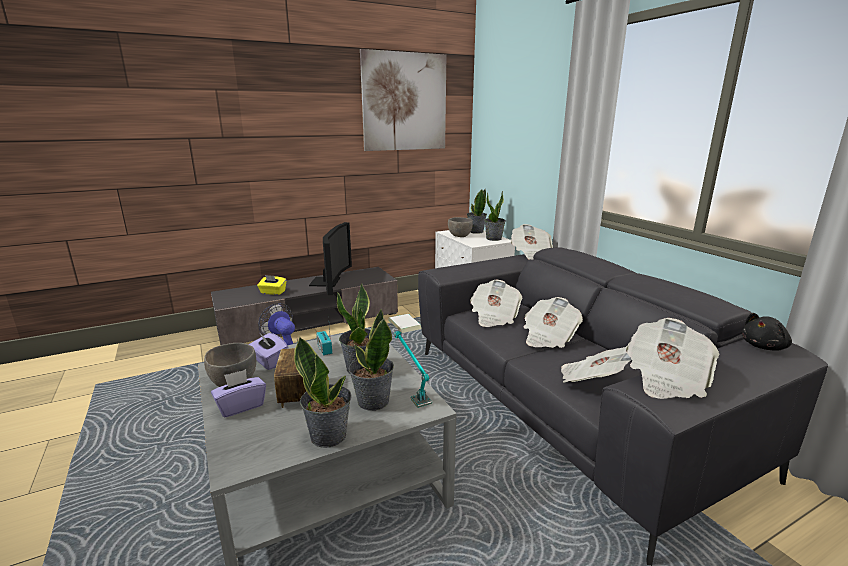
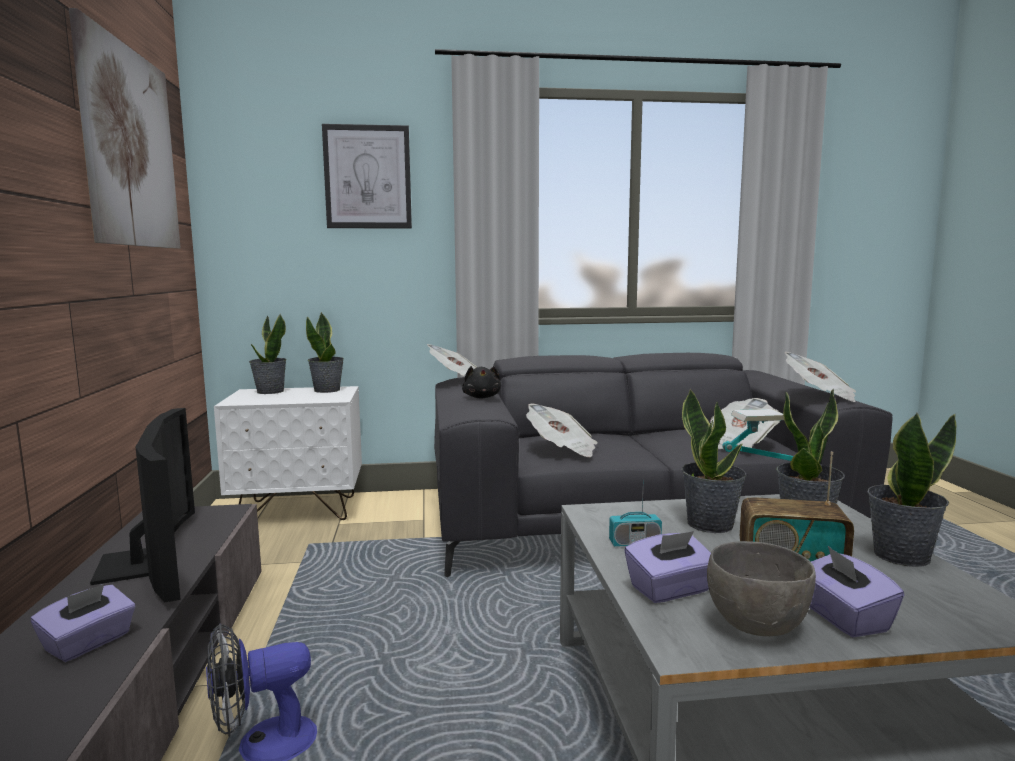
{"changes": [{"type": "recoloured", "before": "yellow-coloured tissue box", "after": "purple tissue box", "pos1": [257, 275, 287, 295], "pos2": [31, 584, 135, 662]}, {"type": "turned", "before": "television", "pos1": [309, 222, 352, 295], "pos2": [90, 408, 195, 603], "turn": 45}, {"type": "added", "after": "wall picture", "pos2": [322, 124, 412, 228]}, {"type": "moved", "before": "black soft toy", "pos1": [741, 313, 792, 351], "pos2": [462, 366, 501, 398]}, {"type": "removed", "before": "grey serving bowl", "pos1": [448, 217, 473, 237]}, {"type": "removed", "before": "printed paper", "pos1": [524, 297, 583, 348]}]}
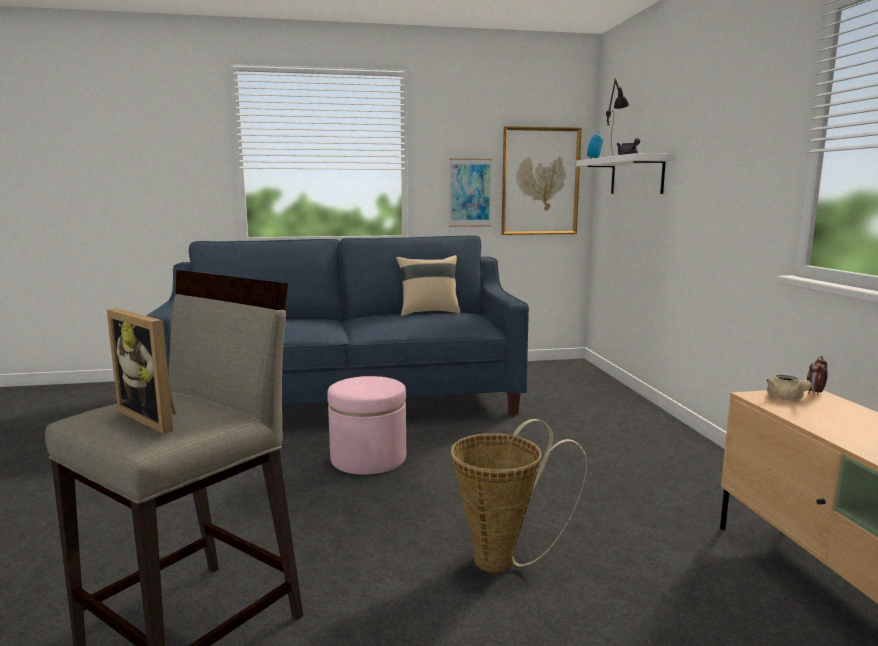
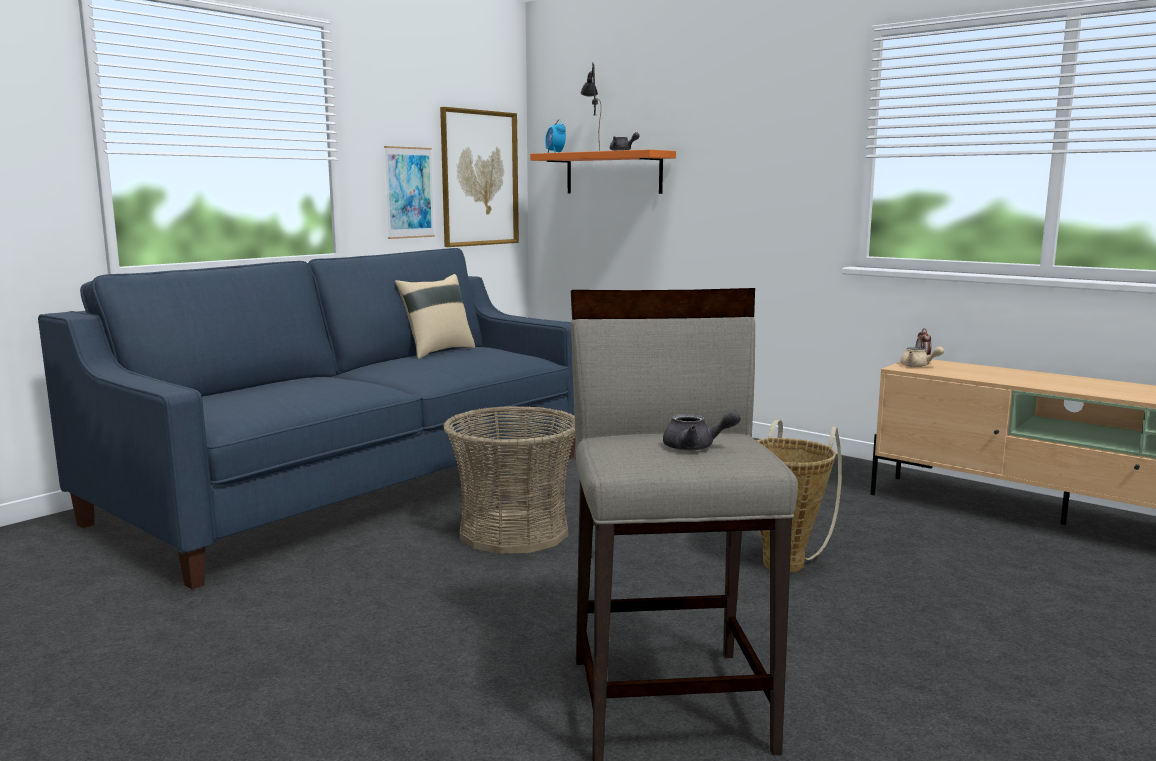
{"changes": [{"type": "replaced", "before": "pinkish pouffe", "after": "basket", "pos1": [327, 376, 406, 475], "pos2": [443, 406, 575, 554]}, {"type": "recoloured", "before": "whitish wall shelf", "after": "orange-coloured wall shelf", "pos1": [576, 153, 674, 194], "pos2": [530, 150, 676, 194]}, {"type": "replaced", "before": "standing frame", "after": "grey teapot", "pos1": [107, 308, 176, 434], "pos2": [663, 410, 741, 451]}]}
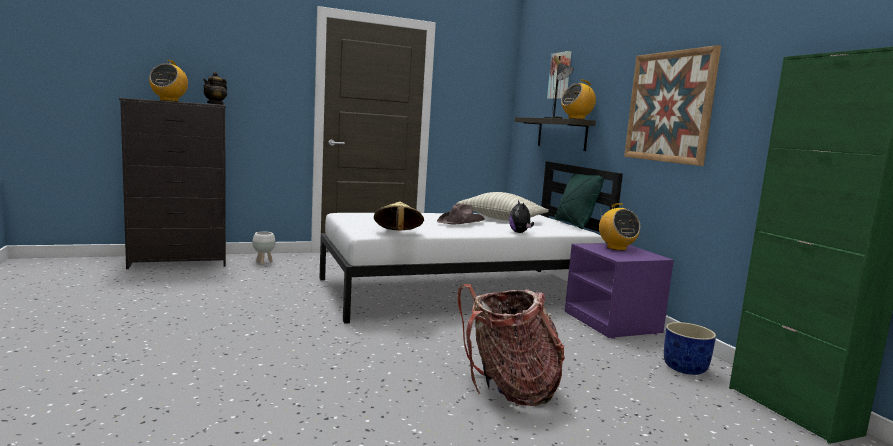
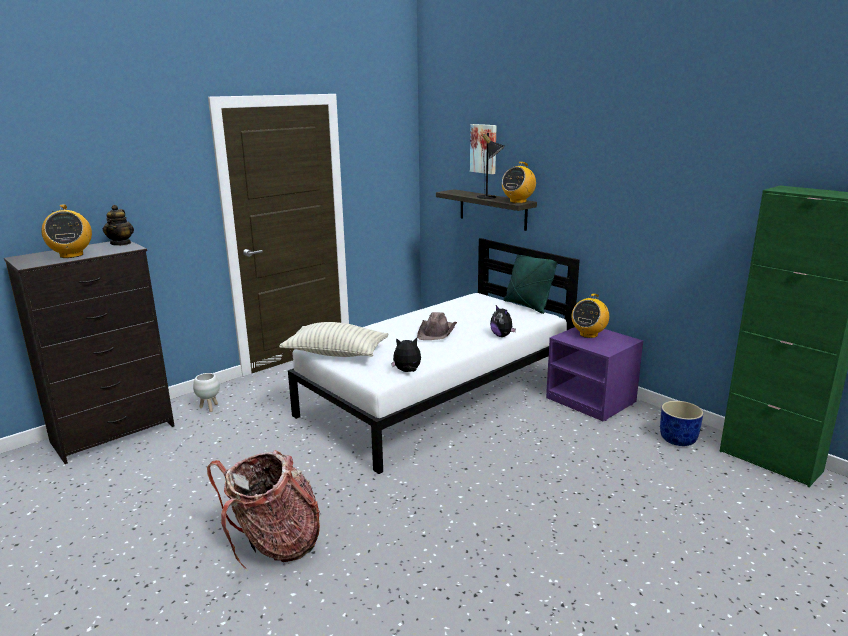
{"changes": [{"type": "moved", "before": "rucksack", "pos1": [457, 284, 565, 406], "pos2": [207, 450, 320, 570]}, {"type": "moved", "before": "pillow", "pos1": [456, 192, 549, 221], "pos2": [279, 322, 389, 357]}, {"type": "replaced", "before": "sand-coloured hat", "after": "soft toy", "pos1": [374, 201, 424, 231], "pos2": [391, 338, 421, 372]}, {"type": "turned", "before": "radio", "pos1": [599, 203, 640, 251], "pos2": [572, 293, 609, 338], "turn": 75}, {"type": "removed", "before": "wall picture", "pos1": [624, 45, 721, 166]}]}
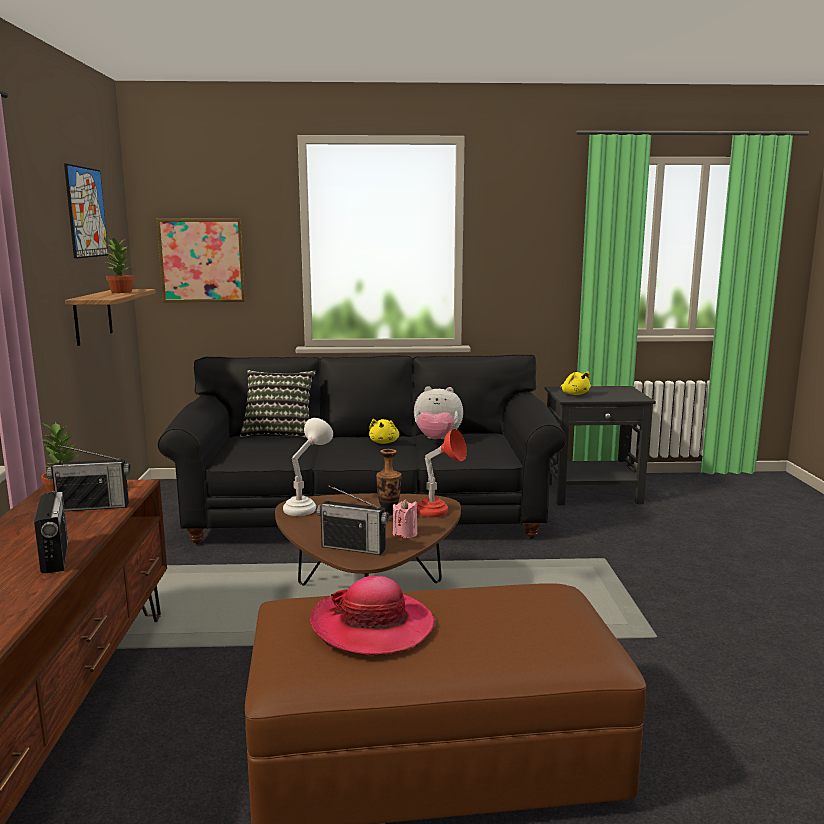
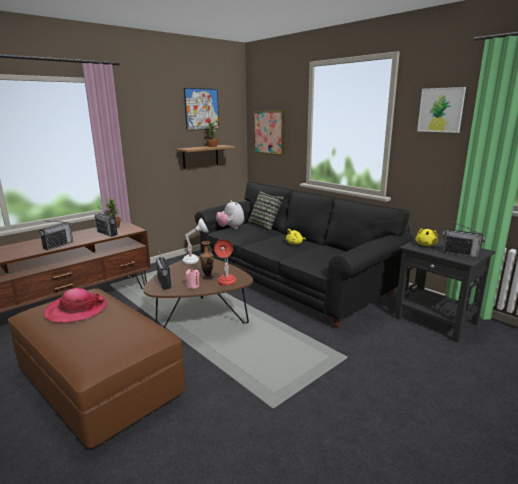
{"changes": [{"type": "moved", "before": "soft toy", "pos1": [414, 386, 463, 439], "pos2": [216, 200, 244, 229]}, {"type": "added", "after": "wall picture", "pos2": [417, 87, 466, 133]}, {"type": "added", "after": "radio", "pos2": [442, 221, 486, 258]}]}
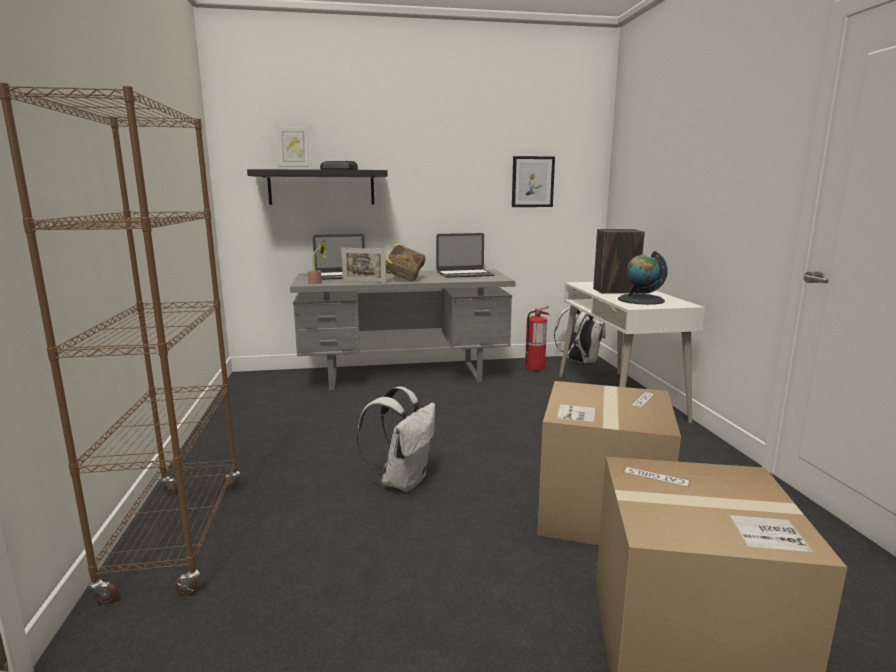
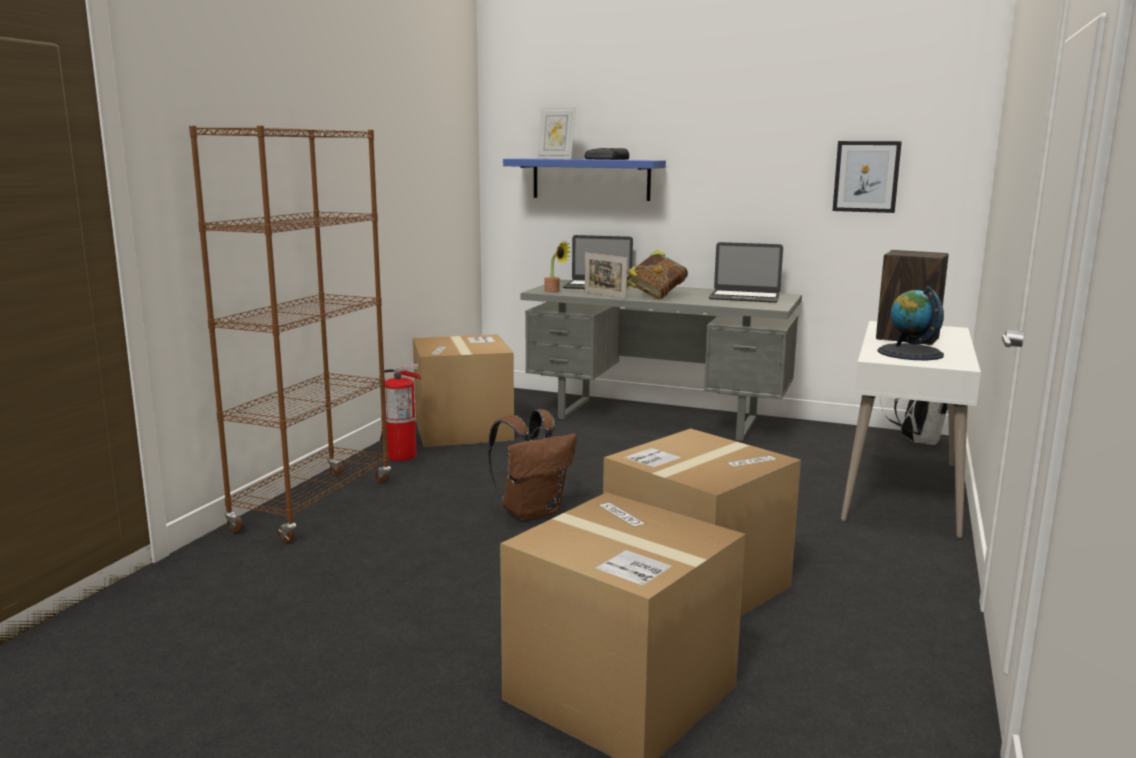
{"changes": [{"type": "moved", "before": "fire-fighting cylinder", "pos1": [525, 305, 549, 371], "pos2": [379, 363, 421, 461]}, {"type": "added", "after": "carton", "pos2": [413, 334, 514, 447]}, {"type": "recoloured", "before": "whitish rucksack", "after": "brown rucksack", "pos1": [357, 387, 435, 492], "pos2": [488, 409, 577, 521]}, {"type": "recoloured", "before": "black wall shelf", "after": "bluish wall shelf", "pos1": [247, 169, 388, 205], "pos2": [503, 159, 666, 201]}]}
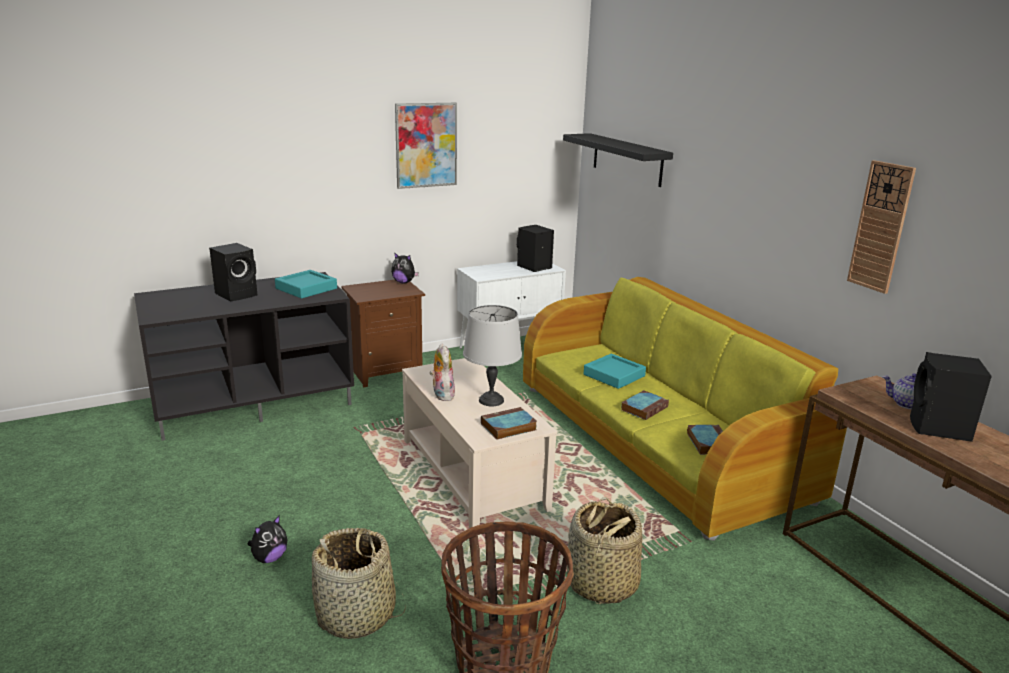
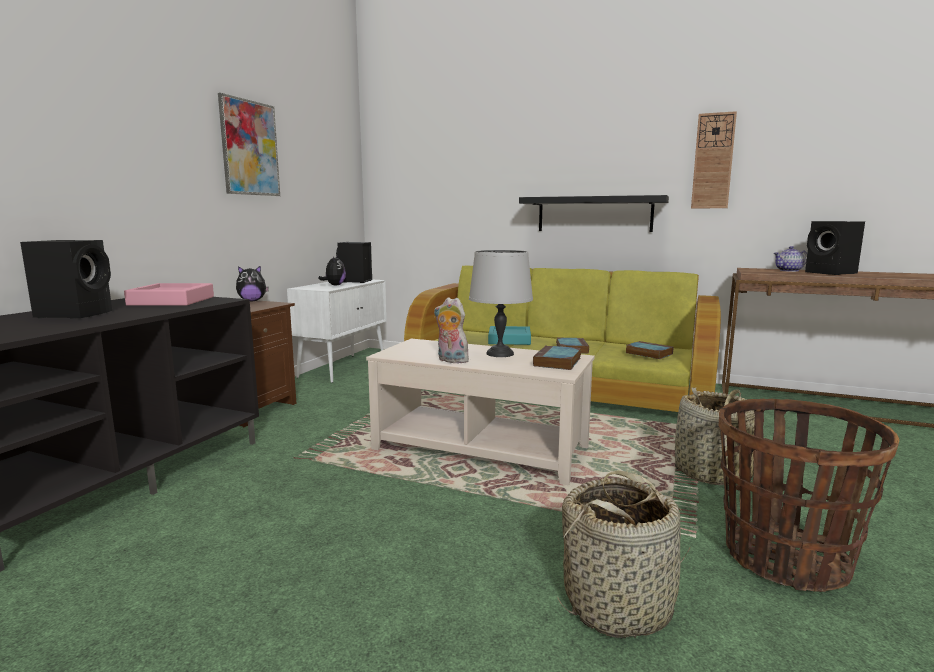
{"changes": [{"type": "recoloured", "before": "blue-green carrying tray", "after": "pinkish carrying tray", "pos1": [275, 270, 337, 298], "pos2": [124, 283, 214, 306]}, {"type": "moved", "before": "soft toy", "pos1": [247, 516, 288, 563], "pos2": [318, 255, 346, 286]}, {"type": "moved", "before": "black wall shelf", "pos1": [563, 133, 673, 187], "pos2": [519, 195, 669, 232]}]}
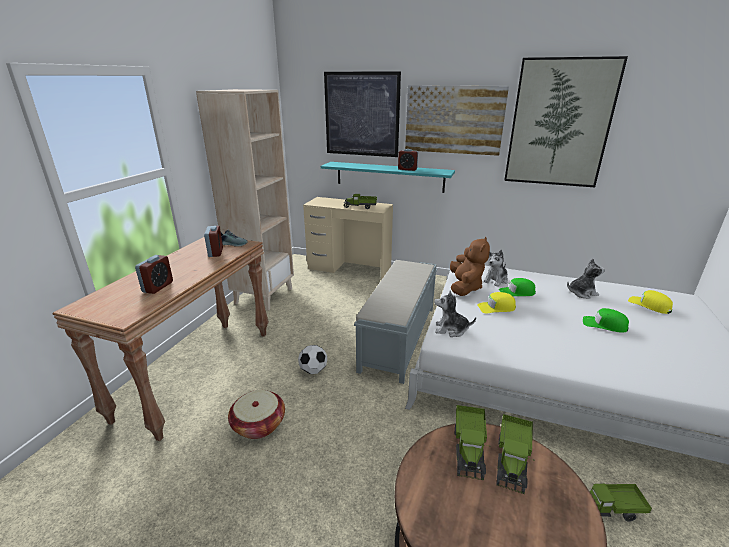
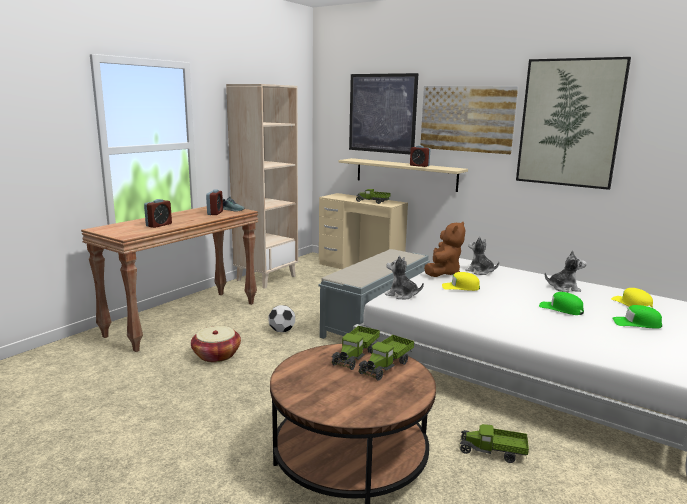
{"changes": [{"type": "recoloured", "before": "blue-green wall shelf", "after": "sand-coloured wall shelf", "pos1": [321, 162, 455, 193], "pos2": [339, 158, 468, 192]}, {"type": "turned", "before": "soft toy", "pos1": [483, 250, 508, 287], "pos2": [465, 237, 499, 275], "turn": 75}, {"type": "moved", "before": "green-coloured baseball cap", "pos1": [499, 278, 536, 296], "pos2": [613, 305, 662, 329]}]}
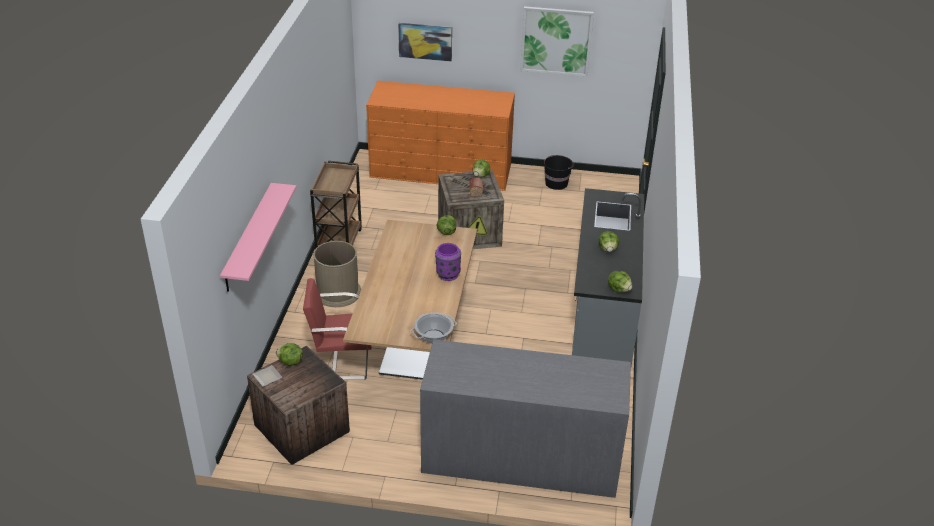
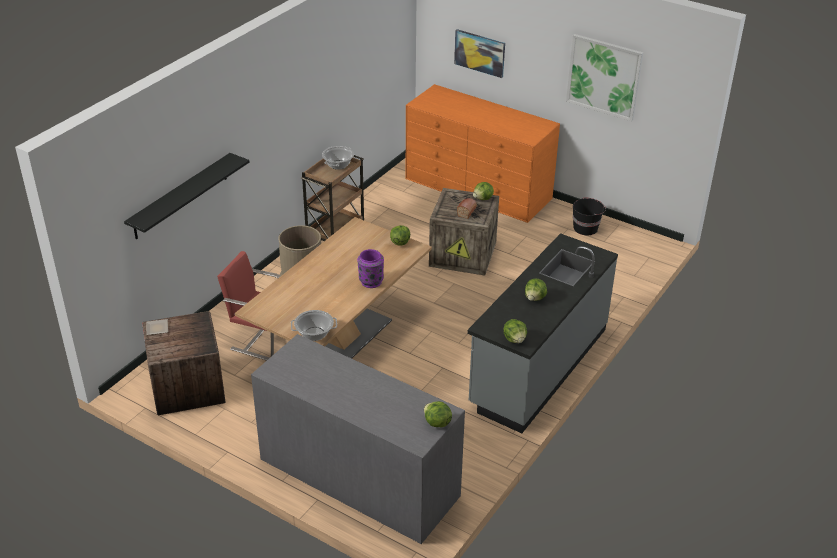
{"changes": [{"type": "recoloured", "before": "pinkish wall shelf", "after": "black wall shelf", "pos1": [220, 183, 297, 292], "pos2": [124, 153, 249, 239]}, {"type": "added", "after": "stockpot", "pos2": [322, 146, 354, 170]}, {"type": "moved", "before": "lettuce head", "pos1": [276, 343, 303, 366], "pos2": [424, 401, 452, 427]}]}
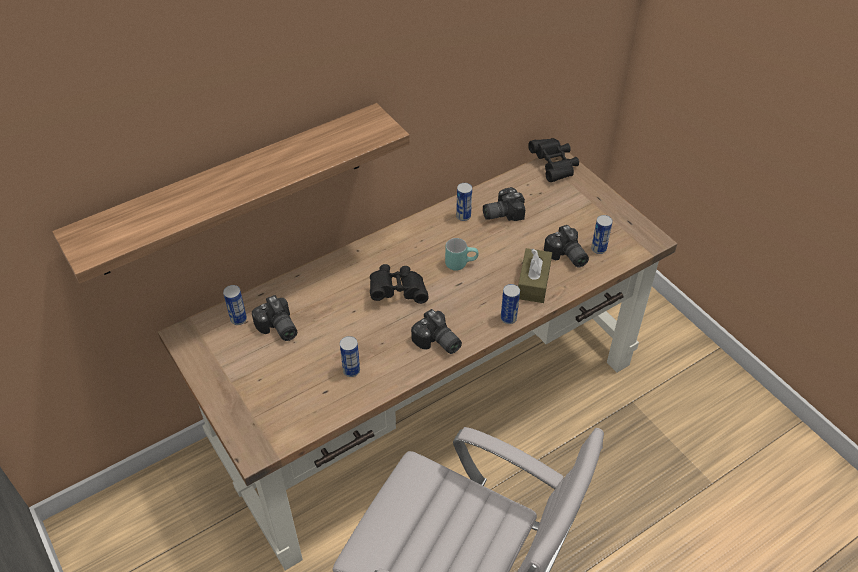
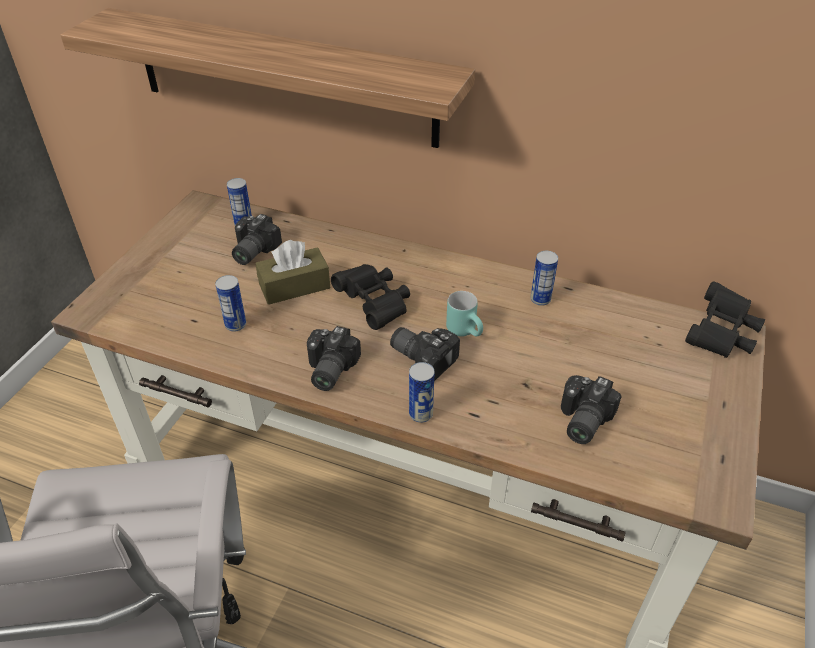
{"changes": [{"type": "moved", "before": "brown tissue box", "pos1": [518, 248, 552, 303], "pos2": [255, 240, 330, 305]}, {"type": "moved", "before": "photo camera", "pos1": [483, 187, 525, 221], "pos2": [390, 327, 460, 381]}, {"type": "removed", "before": "sealed can", "pos1": [591, 215, 613, 254]}]}
